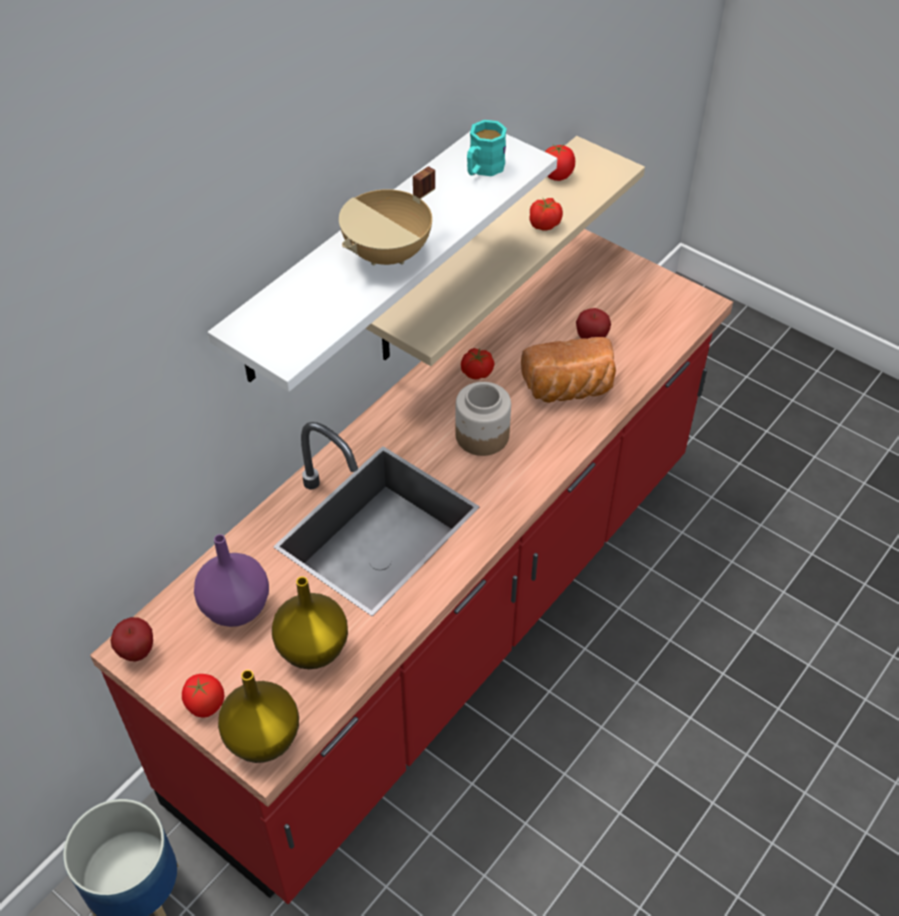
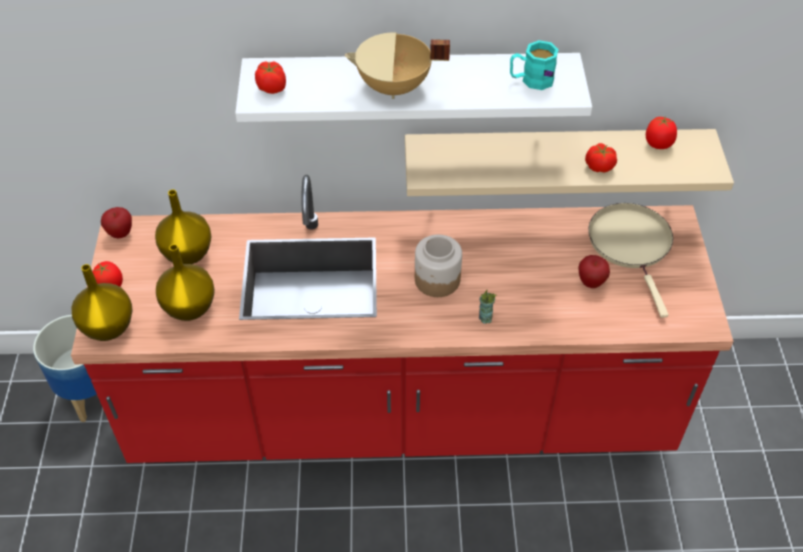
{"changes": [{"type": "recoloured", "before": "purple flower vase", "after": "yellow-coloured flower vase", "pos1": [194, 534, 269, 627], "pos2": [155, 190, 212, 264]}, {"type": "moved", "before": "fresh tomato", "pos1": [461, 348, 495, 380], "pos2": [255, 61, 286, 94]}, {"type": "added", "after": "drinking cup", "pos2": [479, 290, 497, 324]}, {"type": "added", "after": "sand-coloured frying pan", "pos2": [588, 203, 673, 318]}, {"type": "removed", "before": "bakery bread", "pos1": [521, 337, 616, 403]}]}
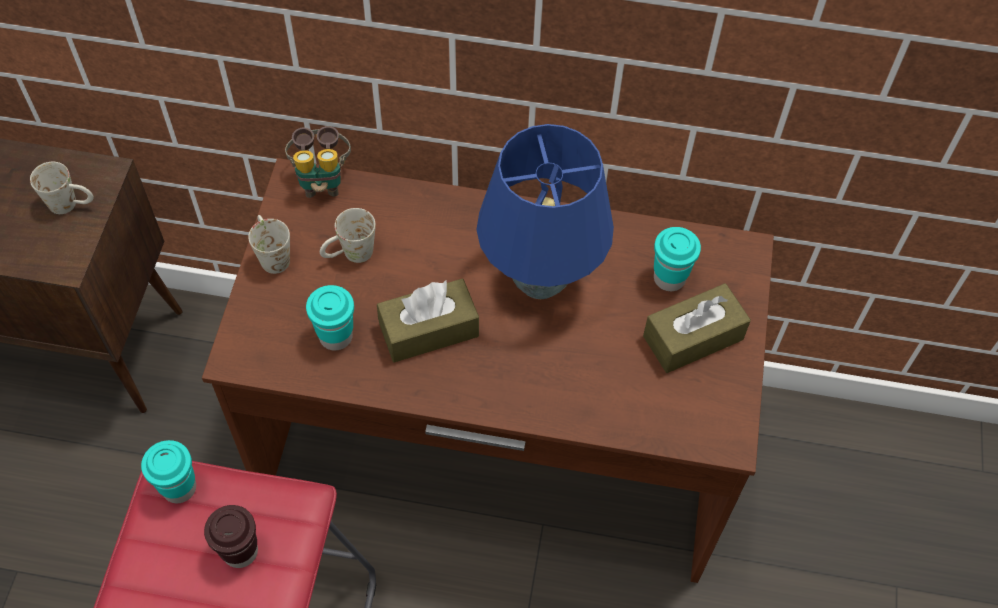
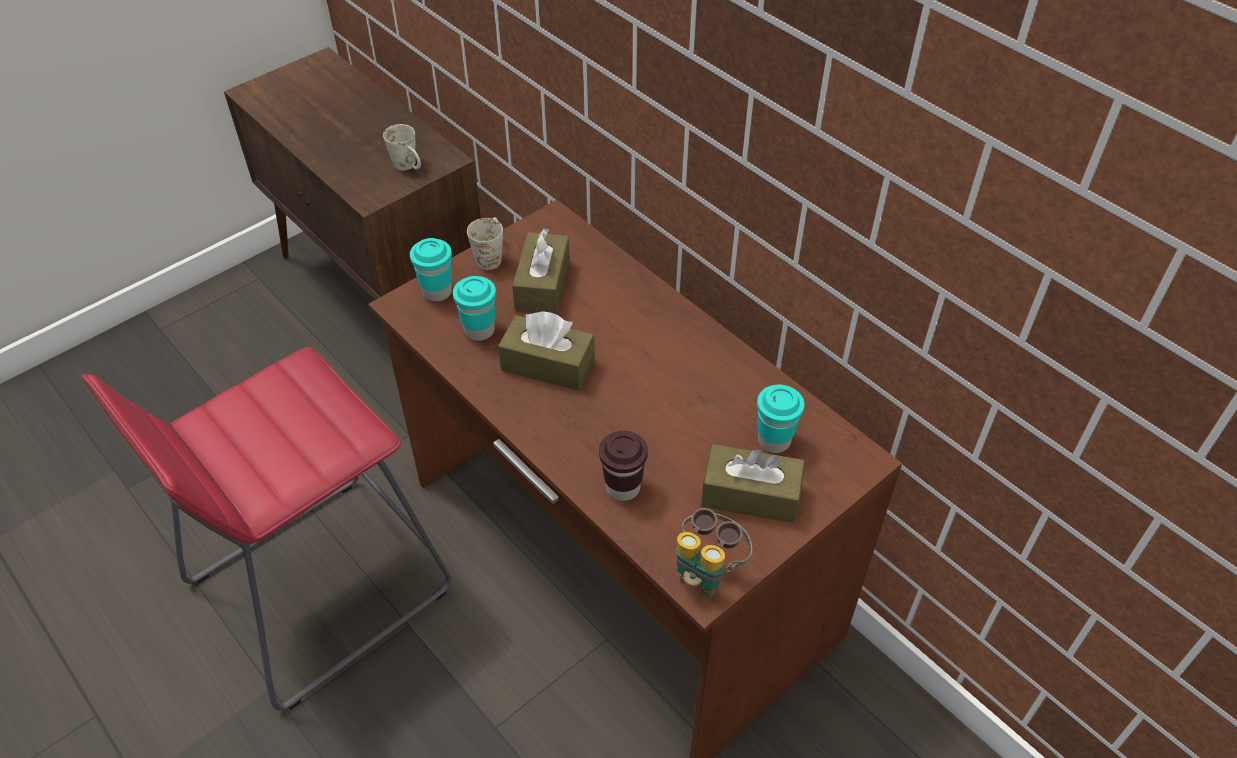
{"changes": [{"type": "moved", "before": "blue-green drinking cup", "pos1": [141, 440, 196, 503], "pos2": [410, 238, 452, 302]}, {"type": "replaced", "before": "whitish mug", "after": "brown tissue box", "pos1": [320, 208, 376, 263], "pos2": [512, 229, 570, 315]}, {"type": "moved", "before": "brown drinking cup", "pos1": [204, 505, 258, 568], "pos2": [599, 431, 648, 501]}, {"type": "moved", "before": "binoculars", "pos1": [285, 126, 351, 198], "pos2": [676, 508, 752, 598]}, {"type": "removed", "before": "bluish table lamp", "pos1": [476, 124, 614, 299]}]}
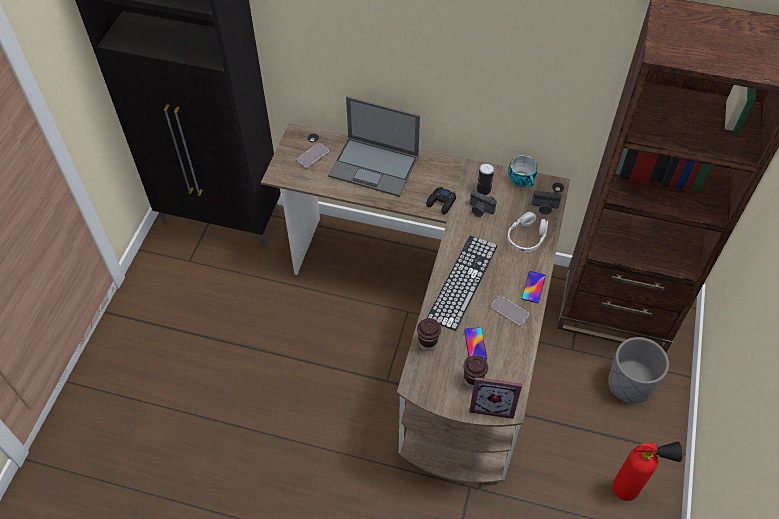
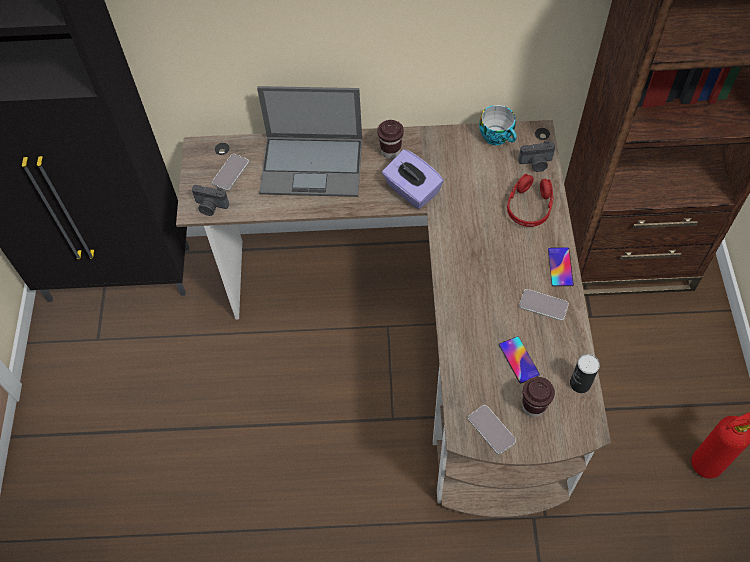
{"changes": [{"type": "moved", "before": "photo camera", "pos1": [470, 190, 497, 217], "pos2": [192, 185, 229, 216]}, {"type": "moved", "before": "brown drinking cup", "pos1": [417, 318, 441, 351], "pos2": [377, 120, 404, 159]}, {"type": "replaced", "before": "black game controller", "after": "purple tissue box", "pos1": [426, 187, 456, 214], "pos2": [382, 149, 444, 209]}, {"type": "added", "after": "handset", "pos2": [468, 405, 516, 454]}, {"type": "recoloured", "before": "whitish headphones", "after": "red-coloured headphones", "pos1": [508, 212, 548, 252], "pos2": [507, 174, 554, 227]}, {"type": "moved", "before": "sealed can", "pos1": [477, 163, 494, 195], "pos2": [570, 354, 600, 393]}, {"type": "removed", "before": "PC keyboard", "pos1": [427, 236, 498, 331]}, {"type": "removed", "before": "standing frame", "pos1": [469, 377, 522, 419]}, {"type": "removed", "before": "grey planter", "pos1": [608, 337, 669, 403]}]}
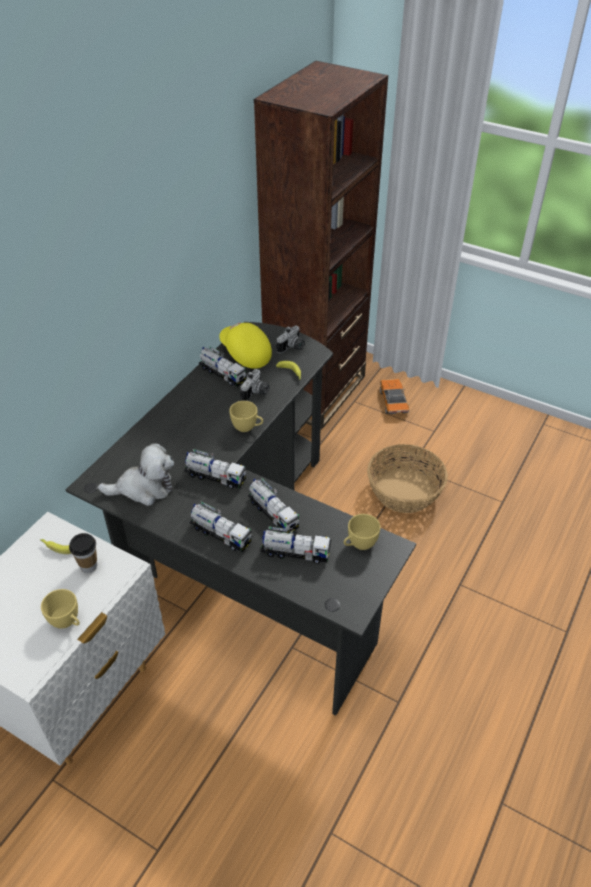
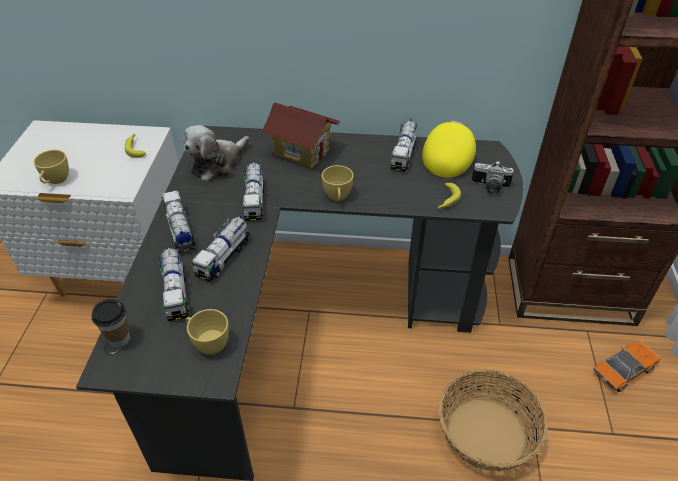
{"changes": [{"type": "moved", "before": "drinking cup", "pos1": [69, 533, 97, 573], "pos2": [92, 299, 130, 348]}, {"type": "turned", "before": "model truck", "pos1": [189, 502, 252, 552], "pos2": [161, 190, 195, 253], "turn": 150}, {"type": "turned", "before": "soft toy", "pos1": [98, 443, 174, 506], "pos2": [183, 125, 250, 182], "turn": 75}, {"type": "added", "after": "model house", "pos2": [260, 103, 340, 168]}, {"type": "removed", "before": "photo camera", "pos1": [240, 369, 270, 401]}]}
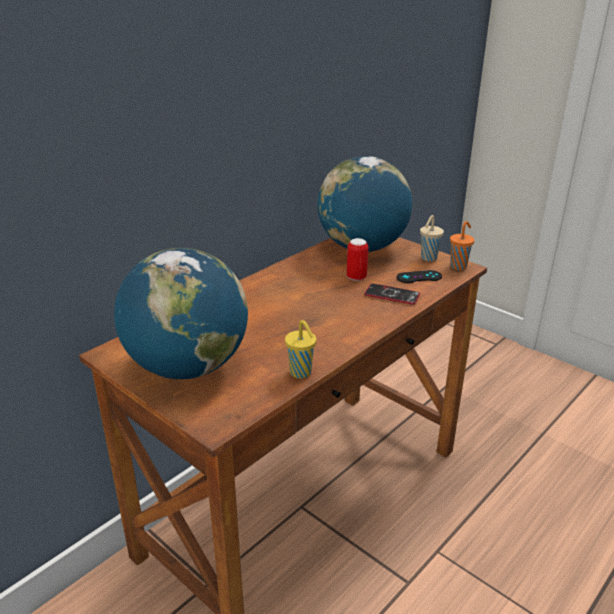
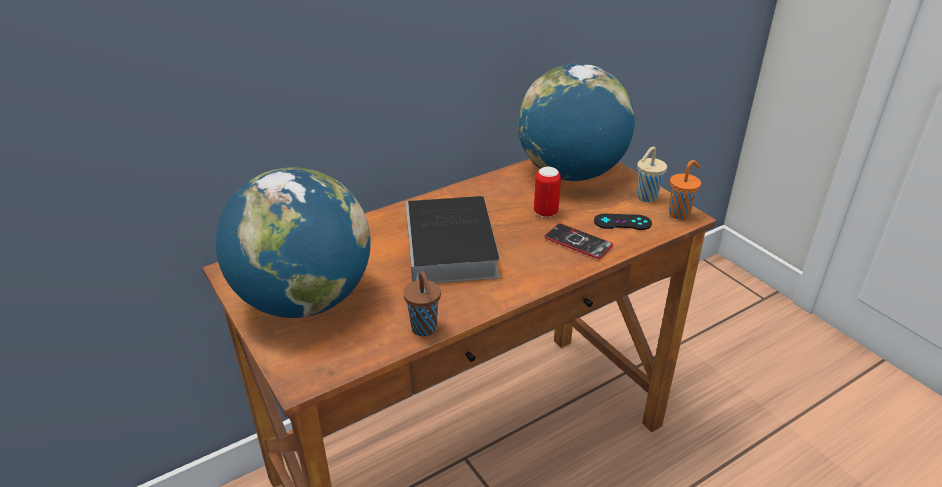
{"changes": [{"type": "recoloured", "before": "yellow-coloured drinking cup", "after": "brown drinking cup", "pos1": [285, 320, 316, 379], "pos2": [403, 271, 441, 337]}, {"type": "added", "after": "volume", "pos2": [406, 196, 500, 283]}]}
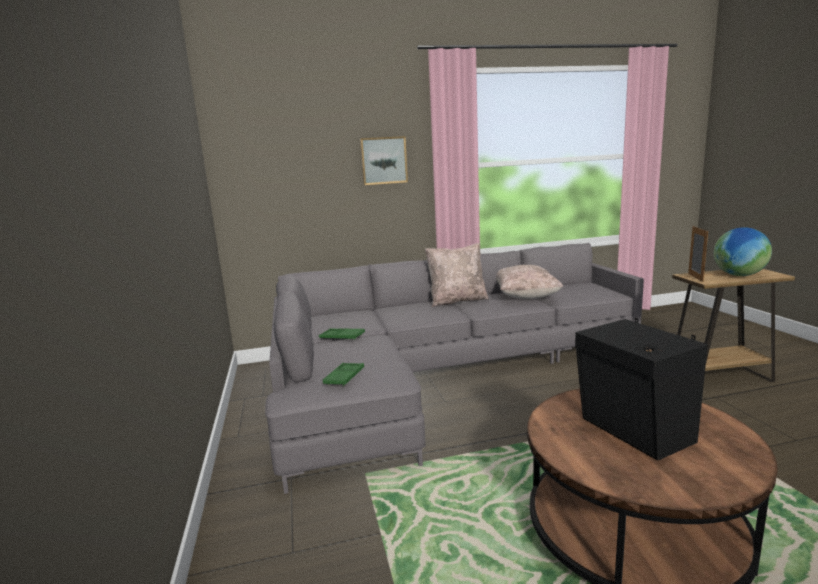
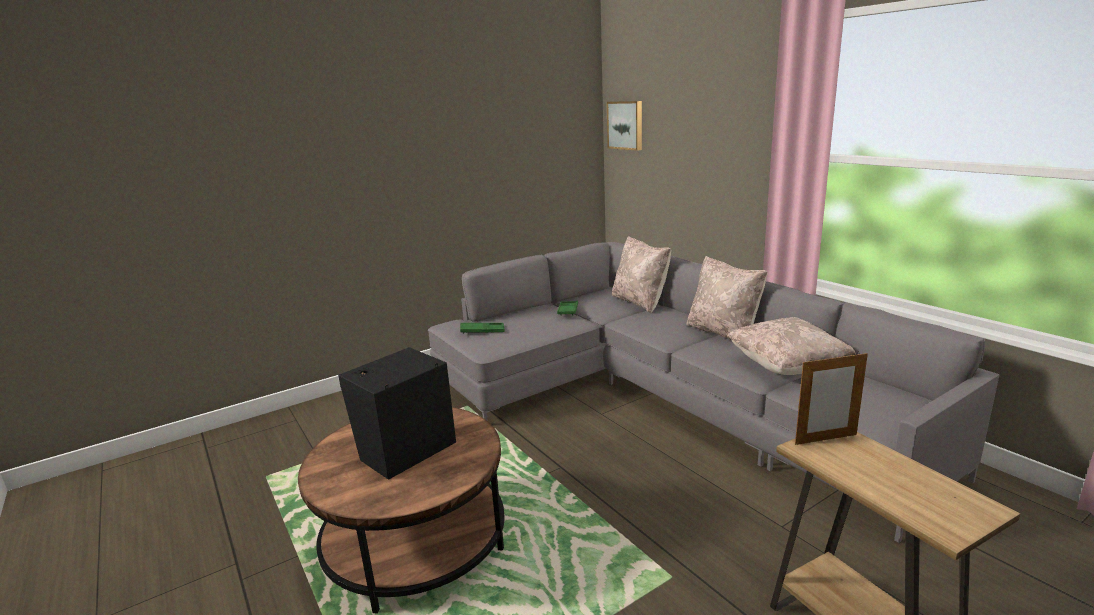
{"changes": [{"type": "moved", "before": "wall picture", "pos1": [360, 136, 408, 185], "pos2": [607, 101, 642, 151]}, {"type": "added", "after": "sand-coloured pillow", "pos2": [612, 236, 671, 313]}, {"type": "removed", "before": "globe", "pos1": [714, 227, 772, 276]}]}
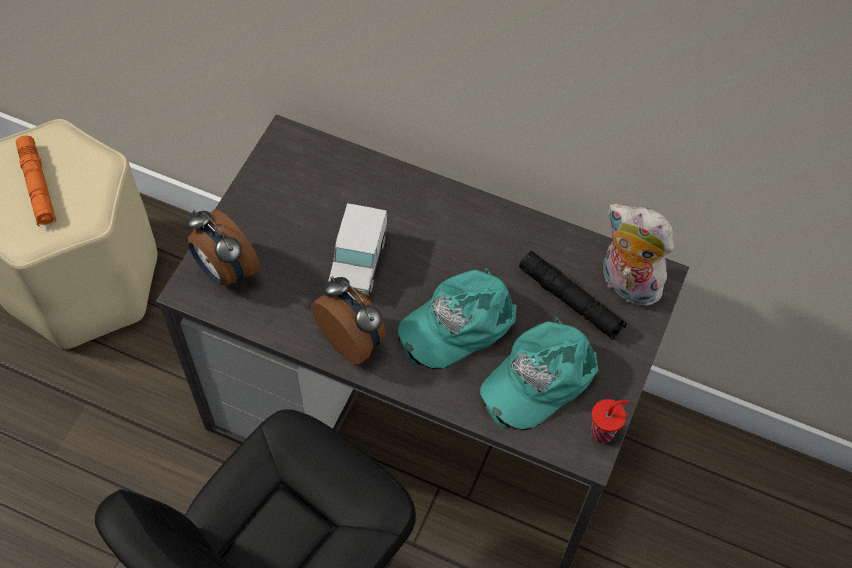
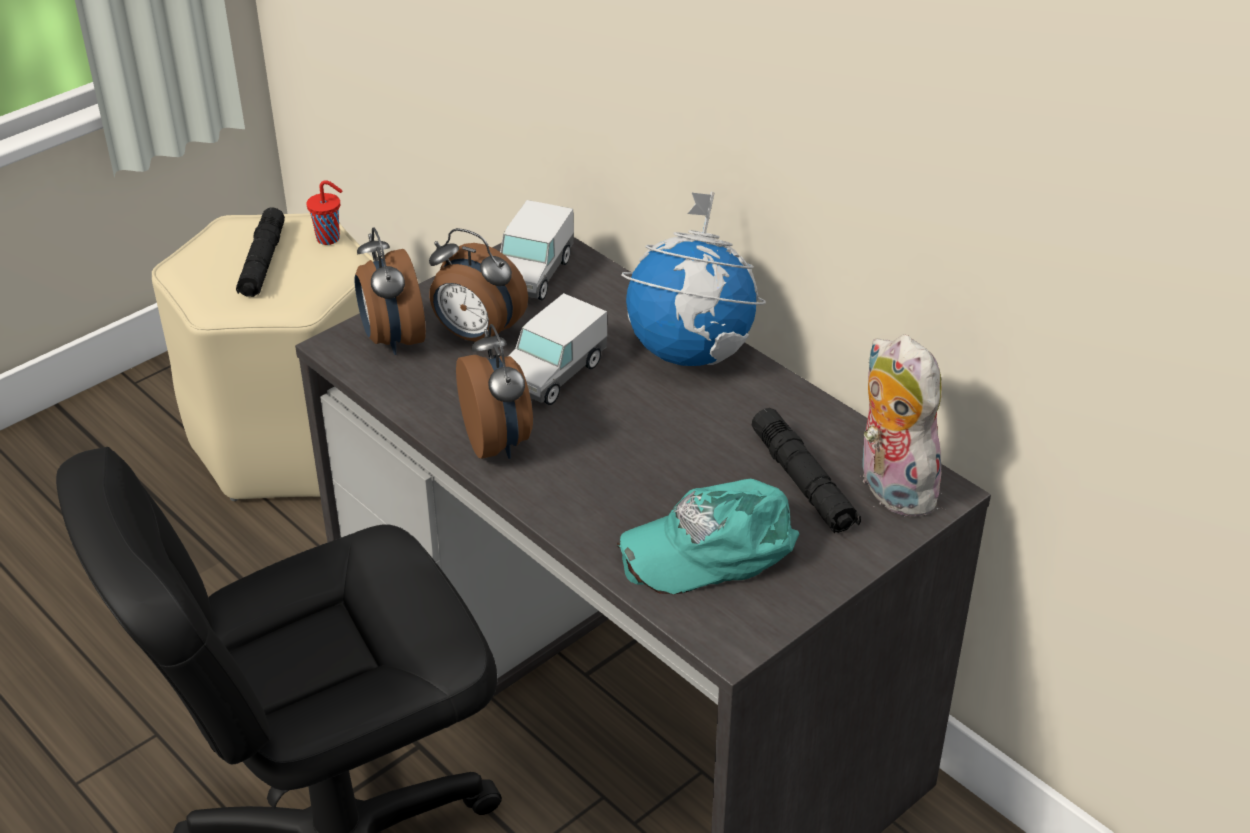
{"changes": [{"type": "recoloured", "before": "orange-coloured flashlight", "after": "black flashlight", "pos1": [16, 135, 56, 226], "pos2": [236, 207, 285, 297]}, {"type": "moved", "before": "red-coloured drinking cup", "pos1": [591, 399, 629, 443], "pos2": [306, 180, 342, 245]}, {"type": "added", "after": "alarm clock", "pos2": [429, 228, 528, 342]}, {"type": "added", "after": "model truck", "pos2": [500, 200, 574, 300]}, {"type": "added", "after": "globe", "pos2": [621, 192, 766, 366]}, {"type": "removed", "before": "blue-green baseball cap", "pos1": [397, 268, 517, 369]}]}
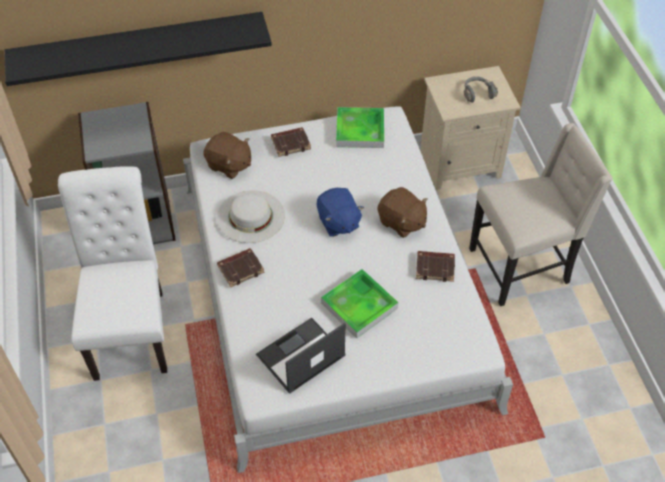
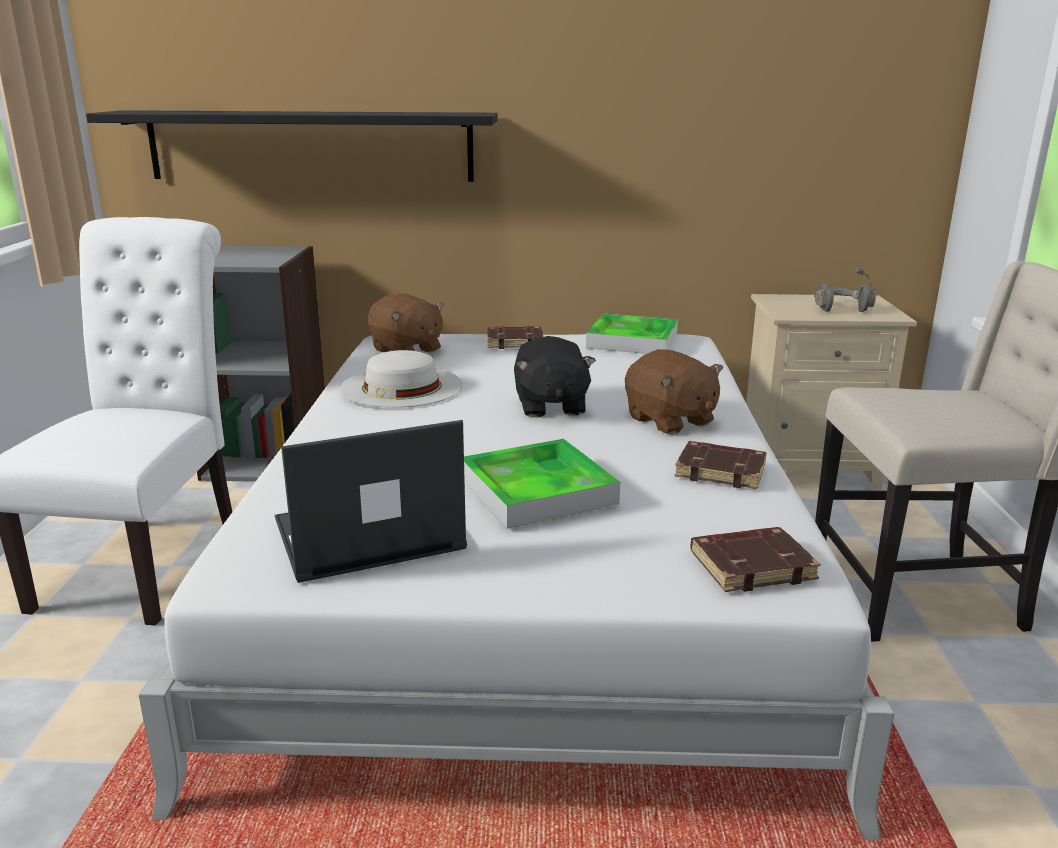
{"changes": [{"type": "recoloured", "before": "bluish soft toy", "after": "black soft toy", "pos1": [317, 188, 364, 237], "pos2": [514, 336, 596, 417]}, {"type": "moved", "before": "brown volume", "pos1": [217, 248, 264, 288], "pos2": [690, 527, 821, 592]}]}
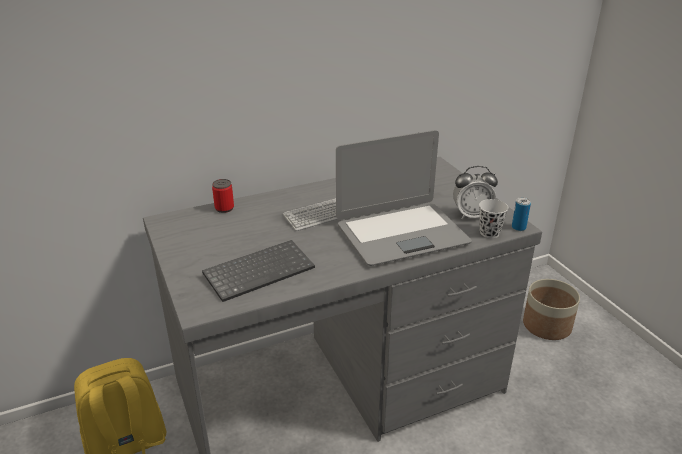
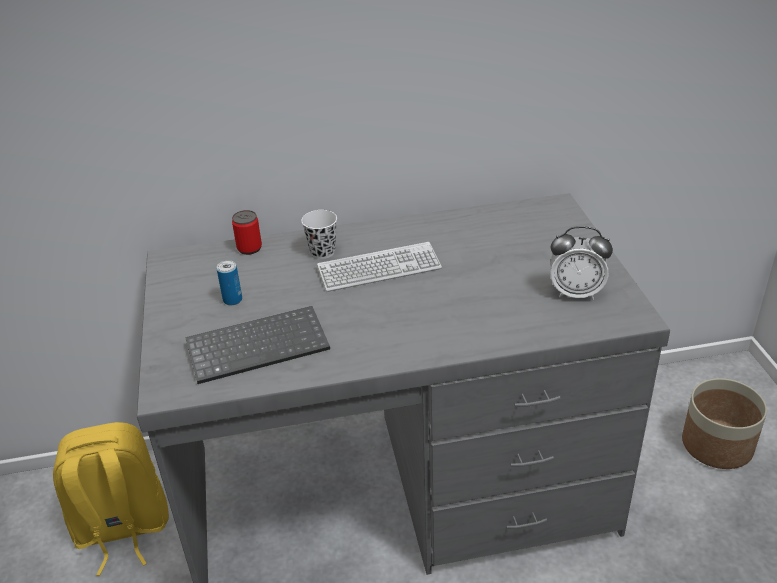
{"changes": [{"type": "moved", "before": "sealed can", "pos1": [512, 197, 531, 231], "pos2": [217, 260, 242, 305]}, {"type": "moved", "before": "whitish drinking cup", "pos1": [479, 199, 508, 238], "pos2": [301, 210, 337, 259]}, {"type": "removed", "before": "notebook computer", "pos1": [336, 130, 472, 266]}]}
